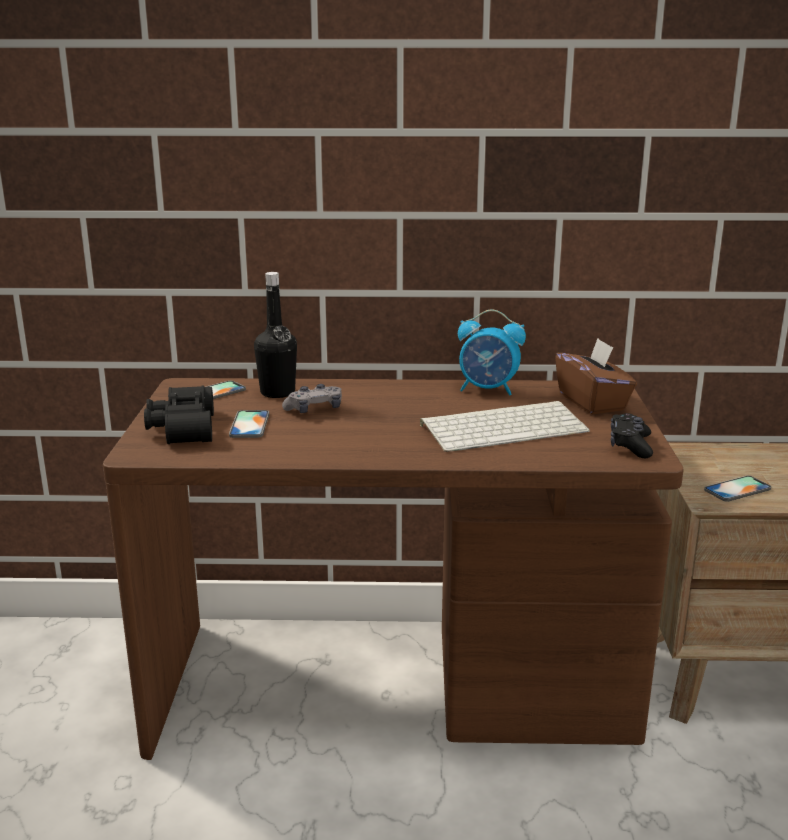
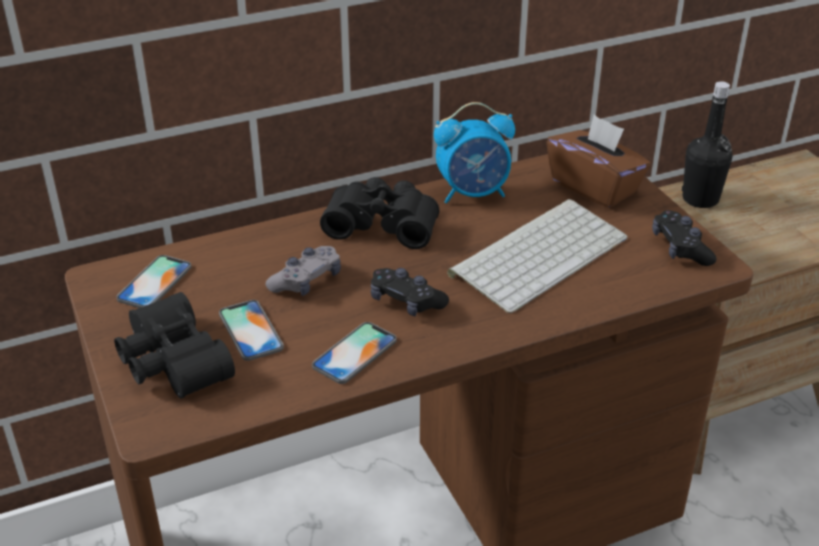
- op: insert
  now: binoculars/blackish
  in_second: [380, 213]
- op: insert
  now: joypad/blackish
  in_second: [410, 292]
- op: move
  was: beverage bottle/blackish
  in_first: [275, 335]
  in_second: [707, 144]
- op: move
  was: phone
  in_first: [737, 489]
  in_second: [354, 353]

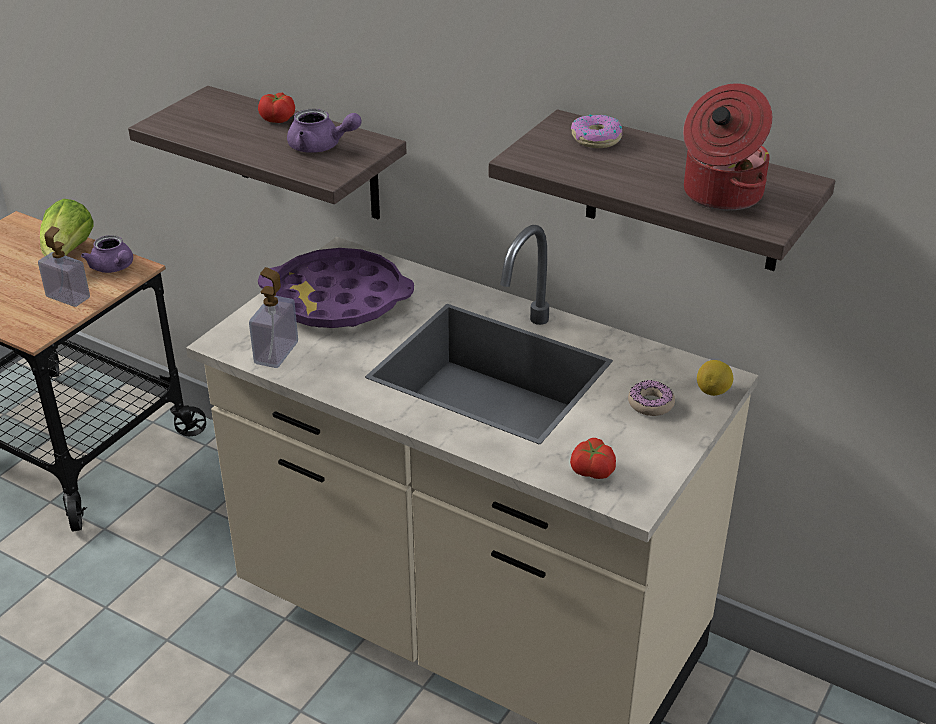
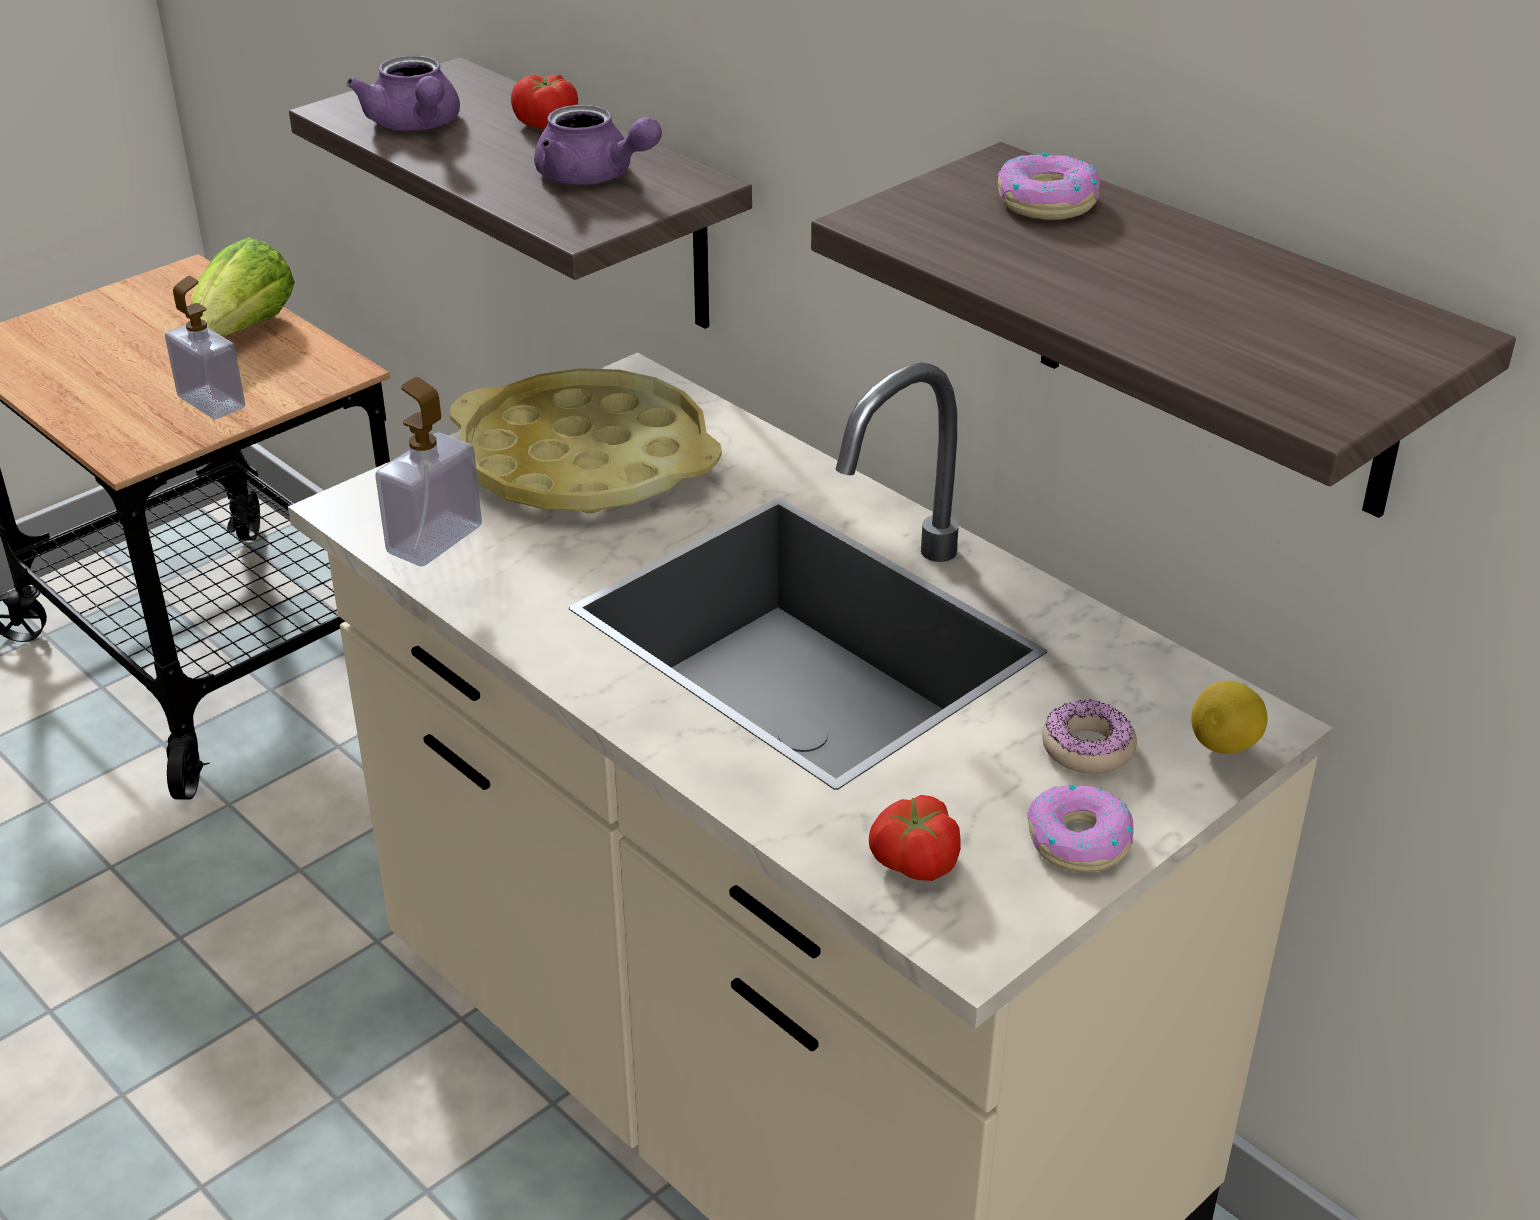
- op: delete
  was: stockpot
  in_first: [727, 147]
- op: insert
  now: ring doughnut
  in_second: [1080, 829]
- op: move
  was: pot for tea/purple-coloured
  in_first: [107, 254]
  in_second: [403, 93]
- op: recolor
  was: carrying tray/purple-coloured
  now: carrying tray/yellow
  in_first: [336, 288]
  in_second: [586, 440]

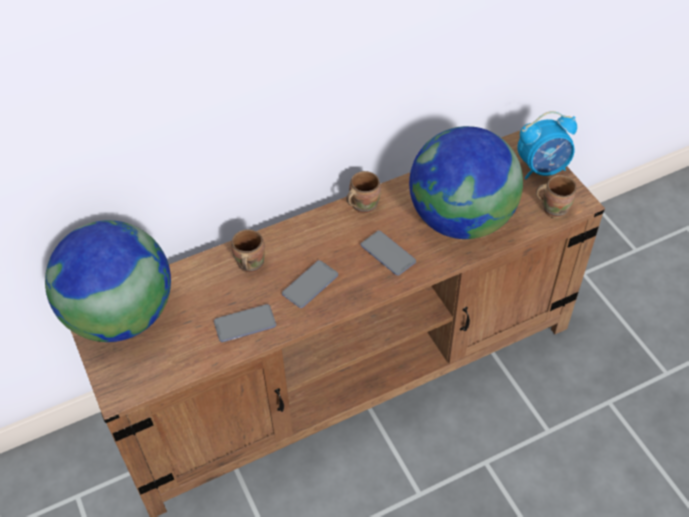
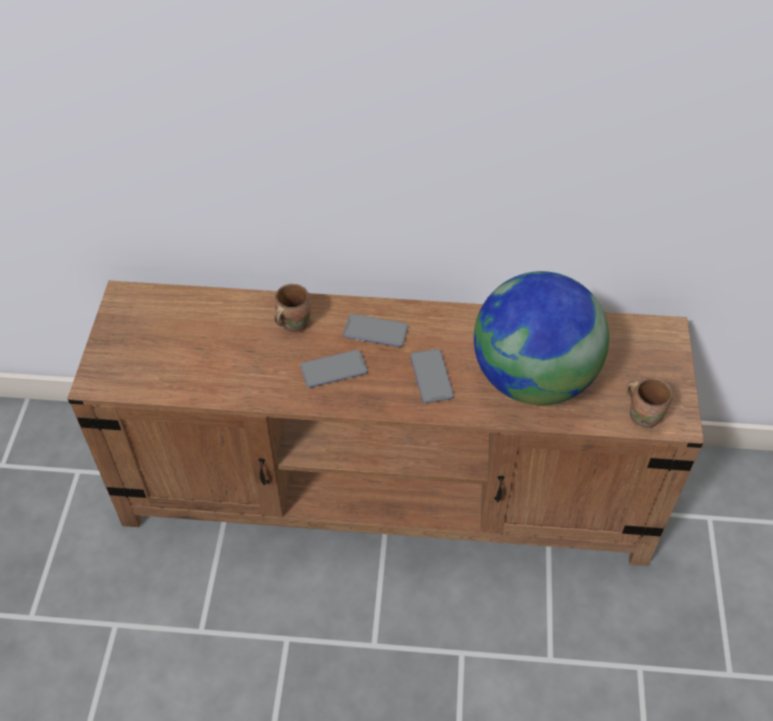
- op: delete
  was: globe
  in_first: [108, 281]
- op: delete
  was: coffee mug/brownish
  in_first: [363, 192]
- op: delete
  was: table clock
  in_first: [547, 145]
- op: move
  was: phone
  in_first: [245, 323]
  in_second: [375, 330]

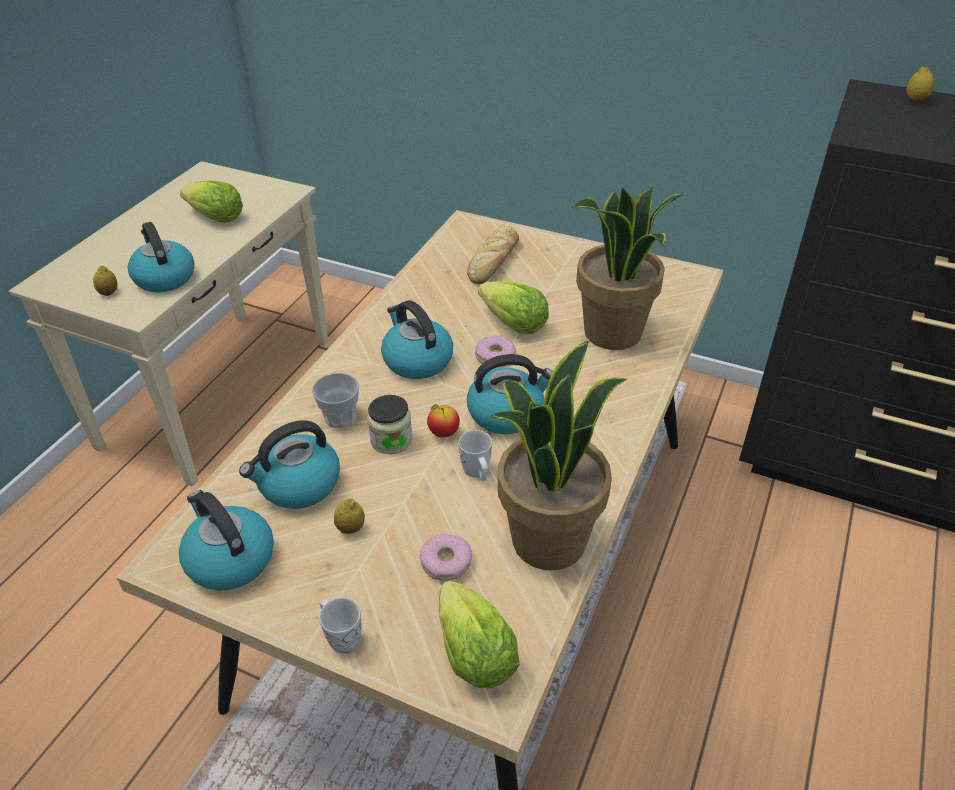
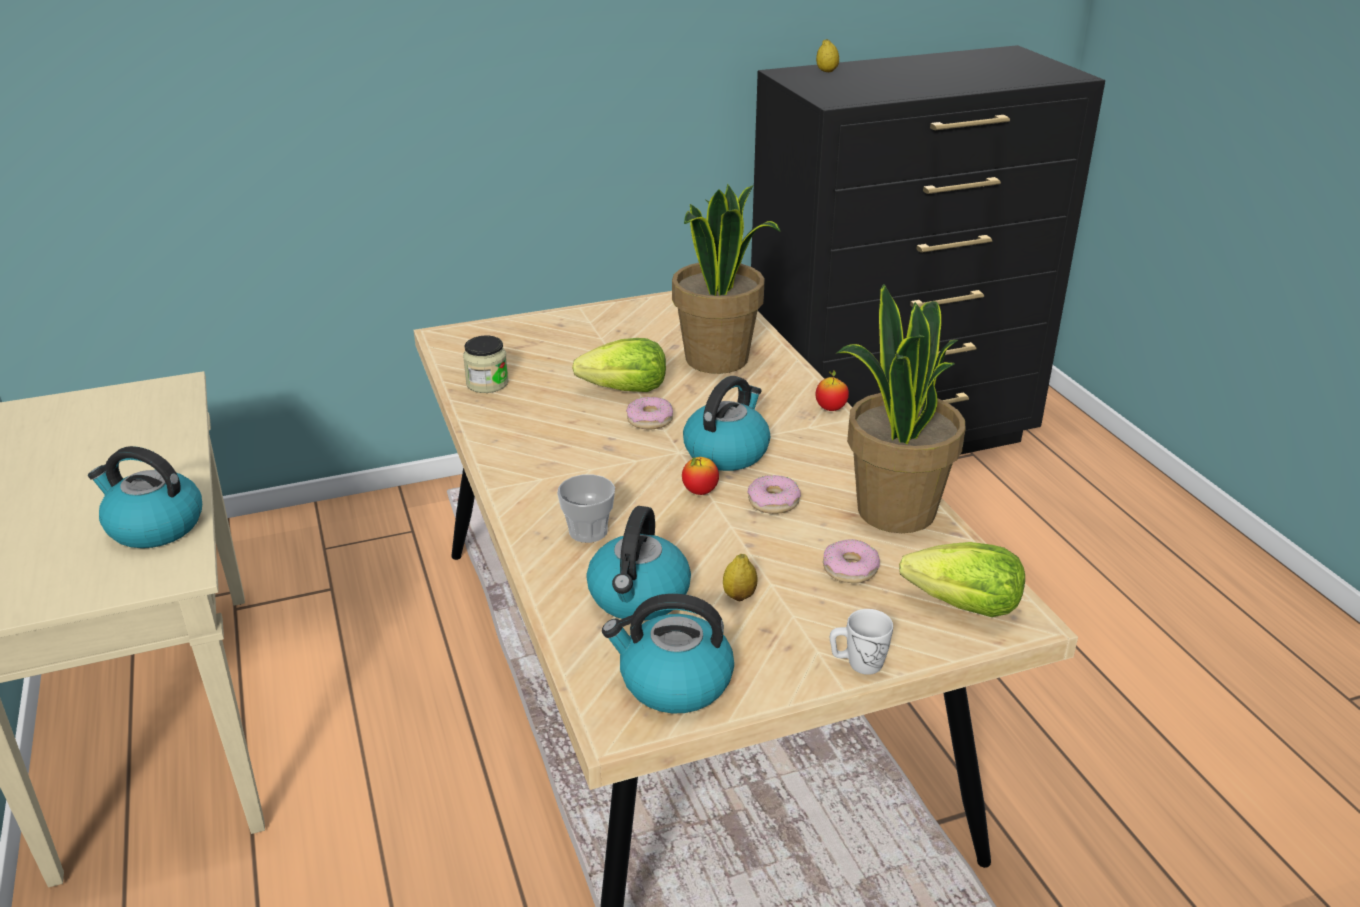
- op: delete
  was: citrus fruit
  in_first: [105, 281]
- op: delete
  was: head of lettuce
  in_first: [211, 201]
- op: delete
  was: water kettle
  in_first: [417, 339]
- op: delete
  was: bakery bread
  in_first: [493, 255]
- op: insert
  now: apple fruit
  in_second: [832, 390]
- op: move
  was: storage jar
  in_first: [390, 424]
  in_second: [486, 364]
- op: replace
  was: coffee mug/white
  now: ring doughnut
  in_first: [475, 455]
  in_second: [774, 494]

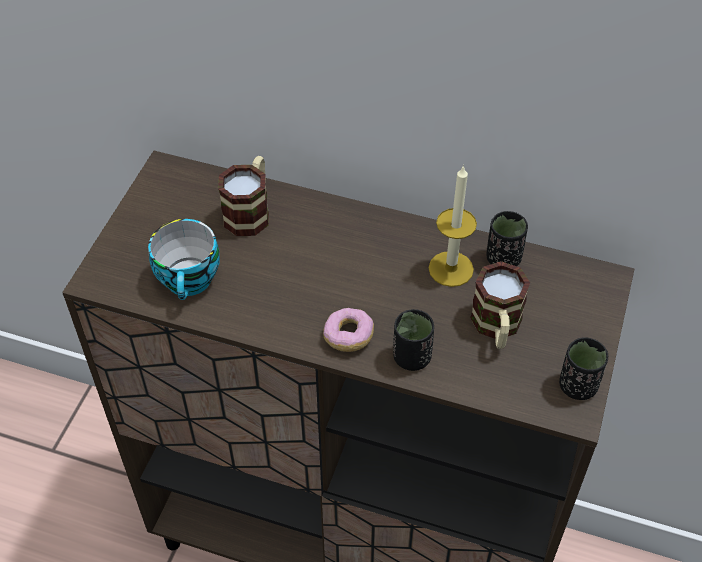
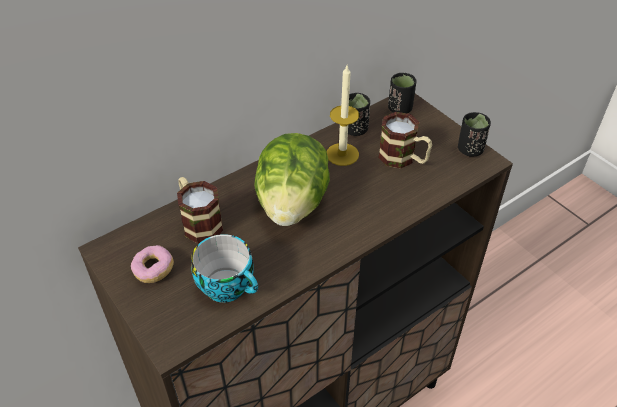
- op: insert
  now: head of lettuce
  in_second: [292, 179]
- op: move
  was: ring doughnut
  in_first: [348, 330]
  in_second: [152, 264]
- op: move
  was: small cup/blackish
  in_first: [413, 340]
  in_second: [402, 93]

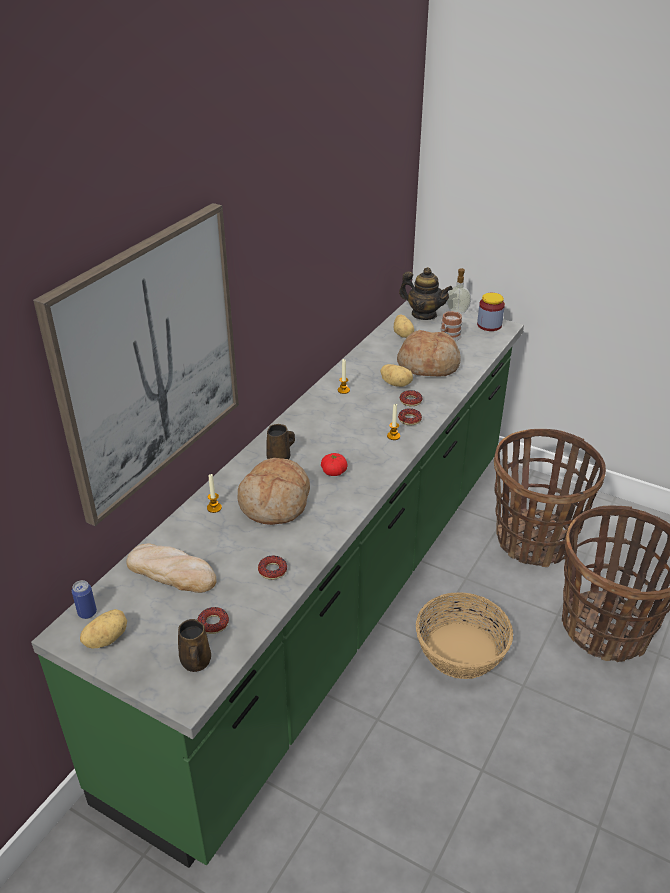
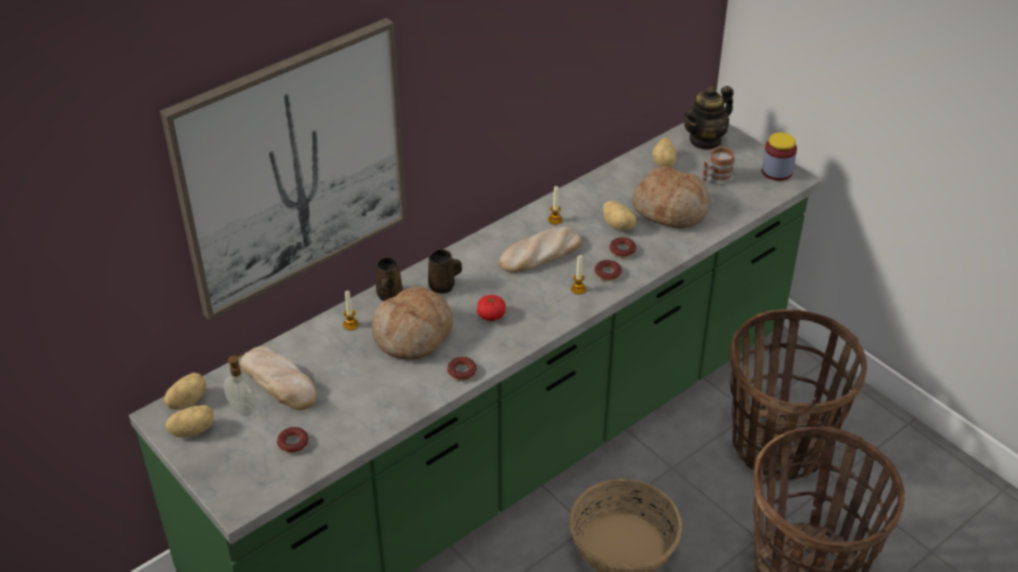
- op: insert
  now: bakery bread
  in_second: [540, 250]
- op: move
  was: coffee mug/brownish
  in_first: [194, 645]
  in_second: [389, 279]
- op: move
  was: ring doughnut
  in_first: [272, 568]
  in_second: [462, 369]
- op: move
  was: soap bottle
  in_first: [459, 290]
  in_second: [240, 384]
- op: replace
  was: metal can
  now: spud
  in_first: [84, 599]
  in_second: [185, 391]
- op: rotate
  was: pot for tea
  in_first: [426, 293]
  in_second: [709, 118]
  clockwise: 90

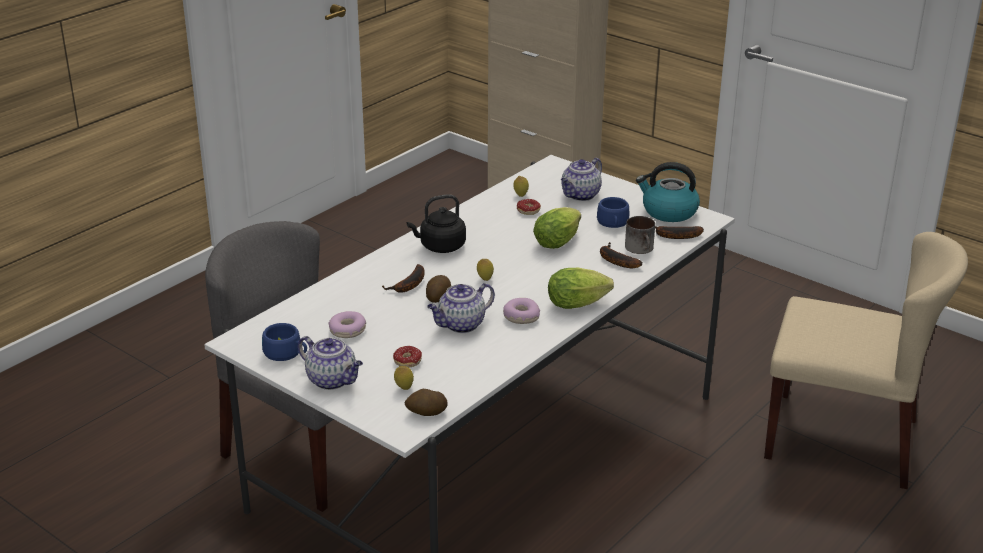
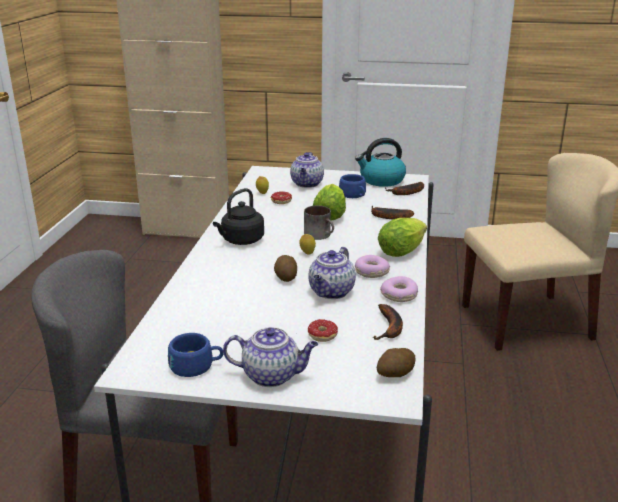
- op: delete
  was: citrus fruit
  in_first: [404, 378]
- op: move
  was: ring doughnut
  in_first: [347, 324]
  in_second: [399, 289]
- op: move
  was: banana fruit
  in_first: [403, 278]
  in_second: [388, 322]
- op: move
  was: coffee mug
  in_first: [640, 235]
  in_second: [319, 223]

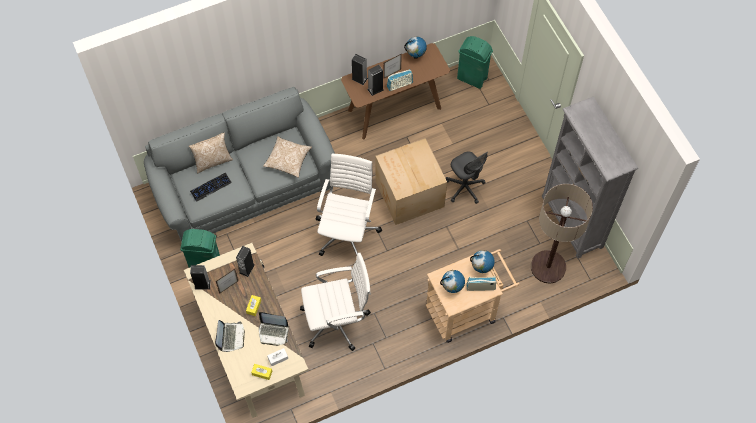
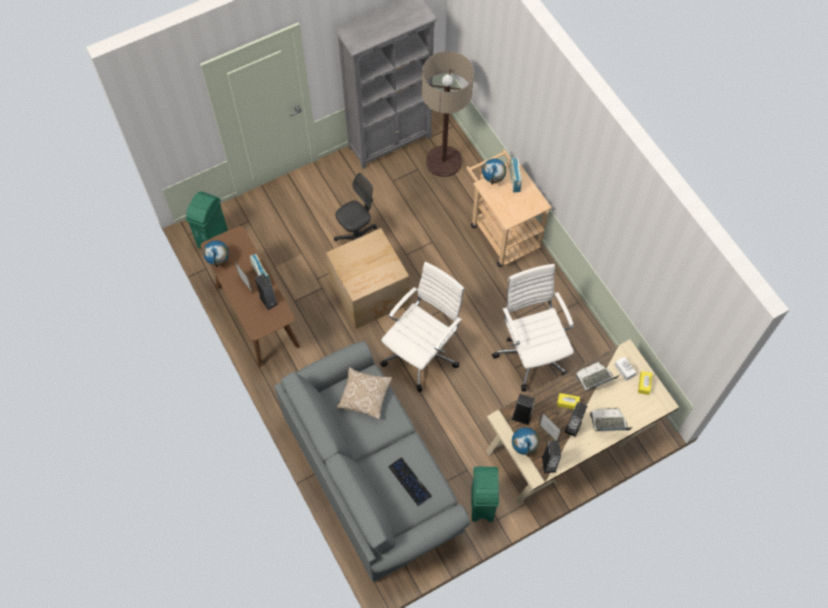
- op: delete
  was: pillow
  in_first: [211, 152]
- op: move
  was: speaker
  in_first: [359, 69]
  in_second: [576, 419]
- op: move
  was: globe
  in_first: [452, 281]
  in_second: [525, 442]
- op: rotate
  was: portable computer
  in_first: [274, 329]
  in_second: [598, 376]
  clockwise: -120
- op: rotate
  was: desk chair/white
  in_first: [349, 205]
  in_second: [422, 327]
  clockwise: 120

